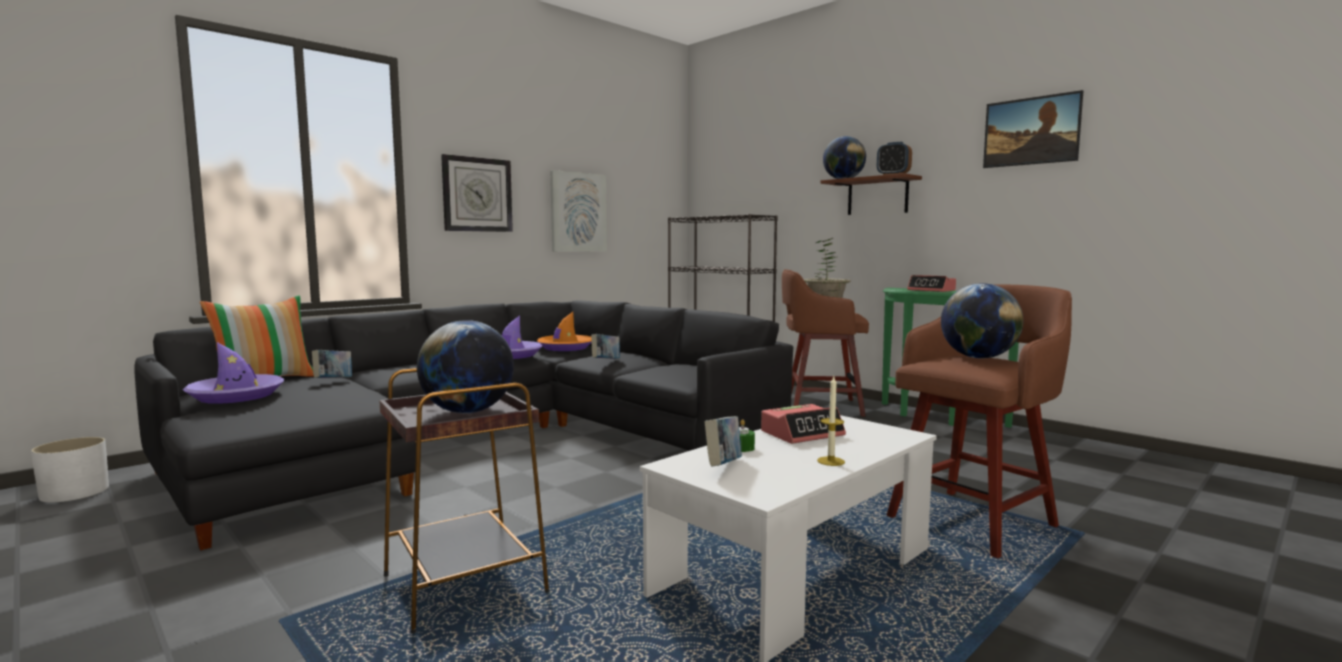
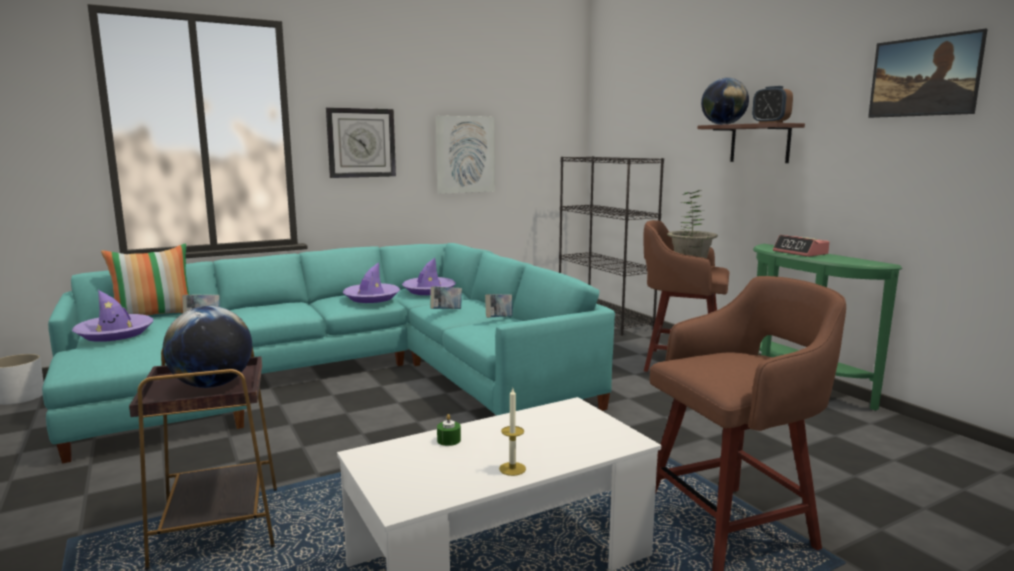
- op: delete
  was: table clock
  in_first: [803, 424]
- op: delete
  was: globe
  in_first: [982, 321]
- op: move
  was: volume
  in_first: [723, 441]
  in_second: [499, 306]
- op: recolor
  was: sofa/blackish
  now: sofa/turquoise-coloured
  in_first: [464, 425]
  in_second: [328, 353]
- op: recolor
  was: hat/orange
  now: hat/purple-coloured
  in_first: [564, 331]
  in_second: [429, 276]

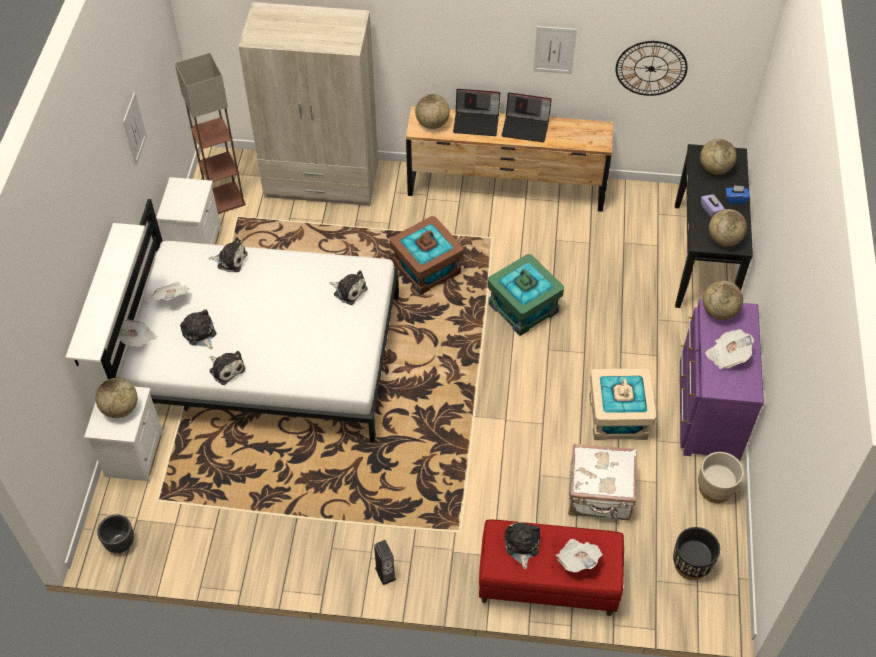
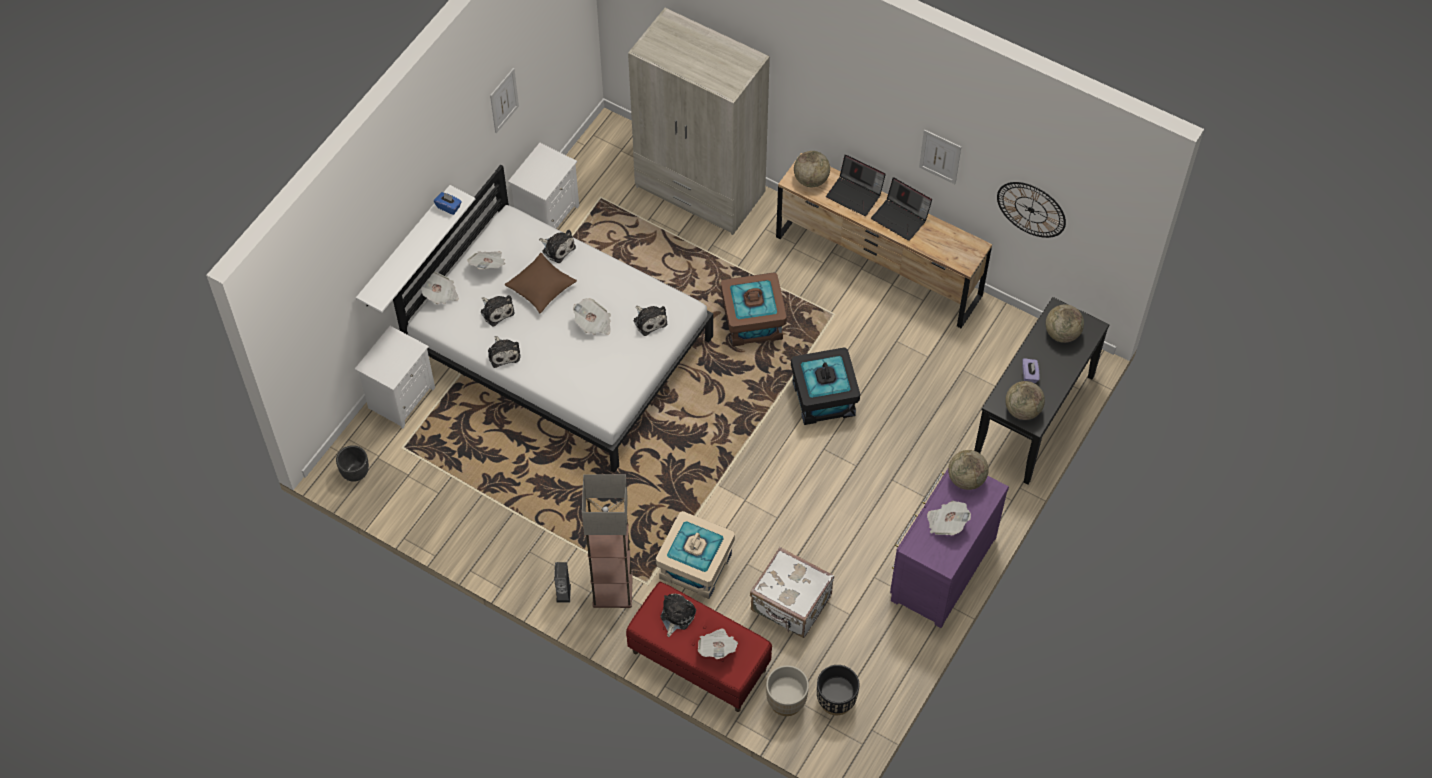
- op: delete
  was: globe
  in_first: [116, 398]
- op: insert
  now: pillow/brownish
  in_second: [541, 283]
- op: insert
  now: newspaper
  in_second: [592, 316]
- op: move
  was: floor lamp
  in_first: [210, 133]
  in_second: [607, 541]
- op: move
  was: storage bin/beige
  in_first: [623, 404]
  in_second: [695, 555]
- op: move
  was: flower pot/beige
  in_first: [721, 477]
  in_second: [787, 690]
- op: move
  was: tissue box/blue-coloured
  in_first: [738, 194]
  in_second: [448, 203]
- op: recolor
  was: storage bin/green
  now: storage bin/blackish
  in_first: [525, 295]
  in_second: [825, 386]
- op: rotate
  was: cuddly toy
  in_first: [198, 329]
  in_second: [498, 311]
  clockwise: 150

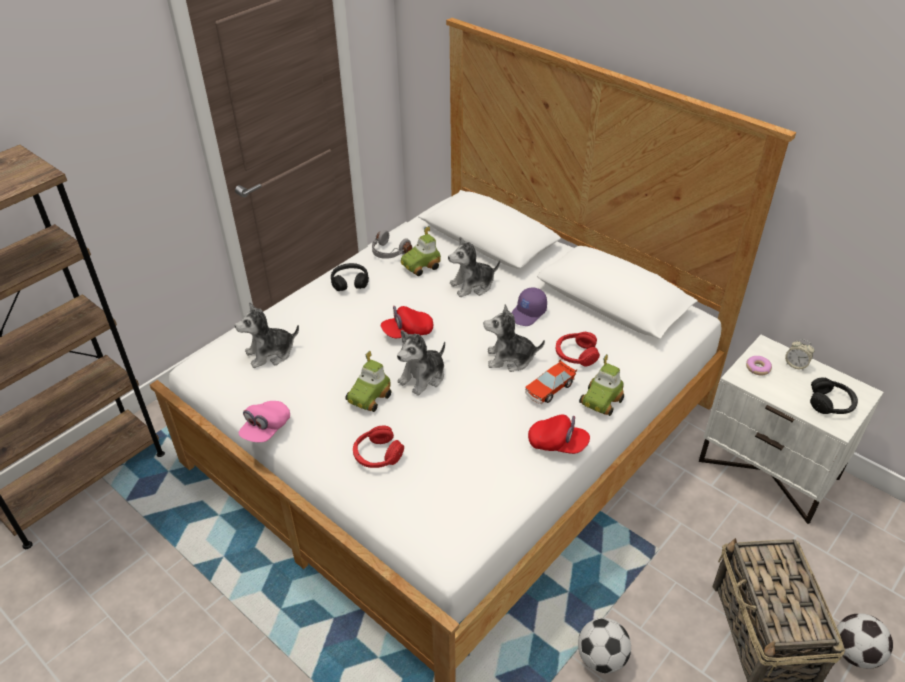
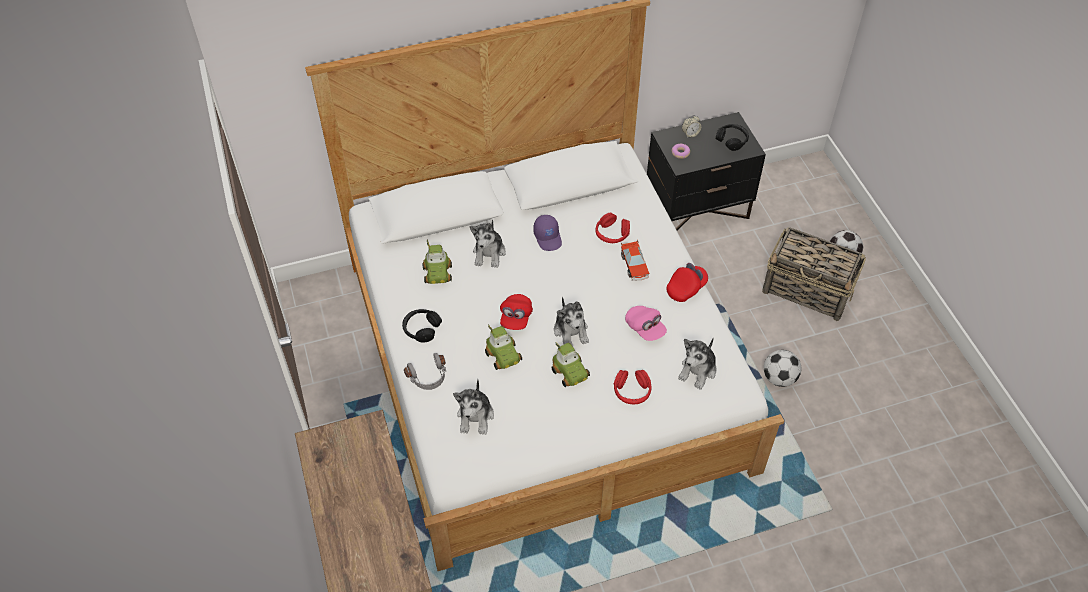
- op: move
  was: cap/pink-coloured
  in_first: [264, 421]
  in_second: [646, 323]
- op: move
  was: pair of headphones/gray
  in_first: [392, 244]
  in_second: [425, 371]
- op: move
  was: cuddly toy
  in_first: [514, 338]
  in_second: [697, 364]
- op: move
  was: toy car
  in_first: [601, 385]
  in_second: [503, 347]
- op: recolor
  was: nightstand/white
  now: nightstand/blackish
  in_first: [791, 429]
  in_second: [706, 171]

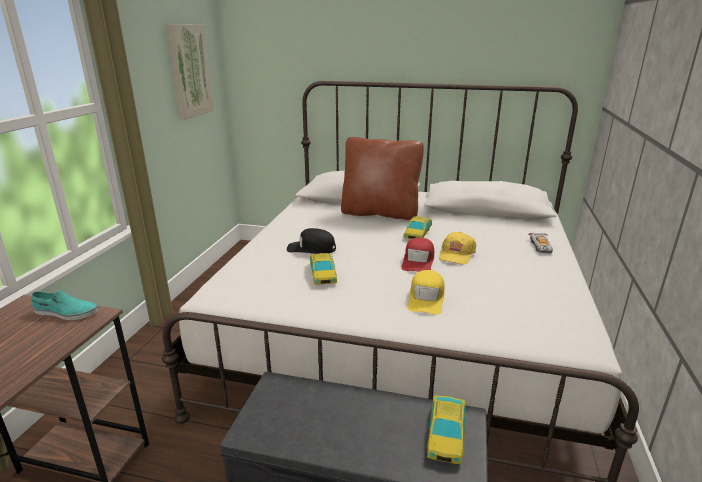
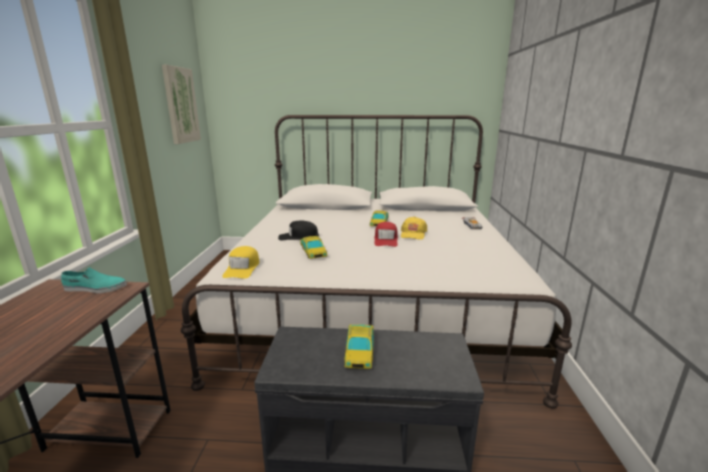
- op: delete
  was: pillow/brownish
  in_first: [382, 178]
- op: move
  was: cap/yellow
  in_first: [426, 292]
  in_second: [240, 262]
- op: move
  was: toy car
  in_first: [446, 429]
  in_second: [359, 346]

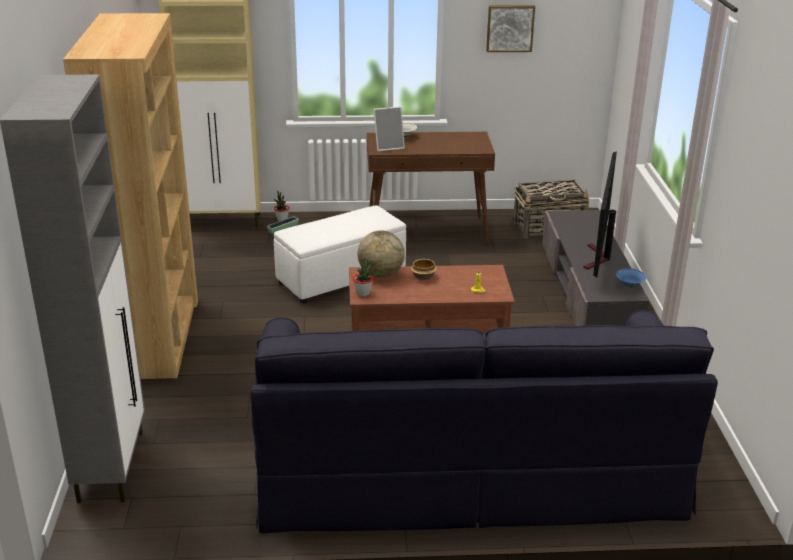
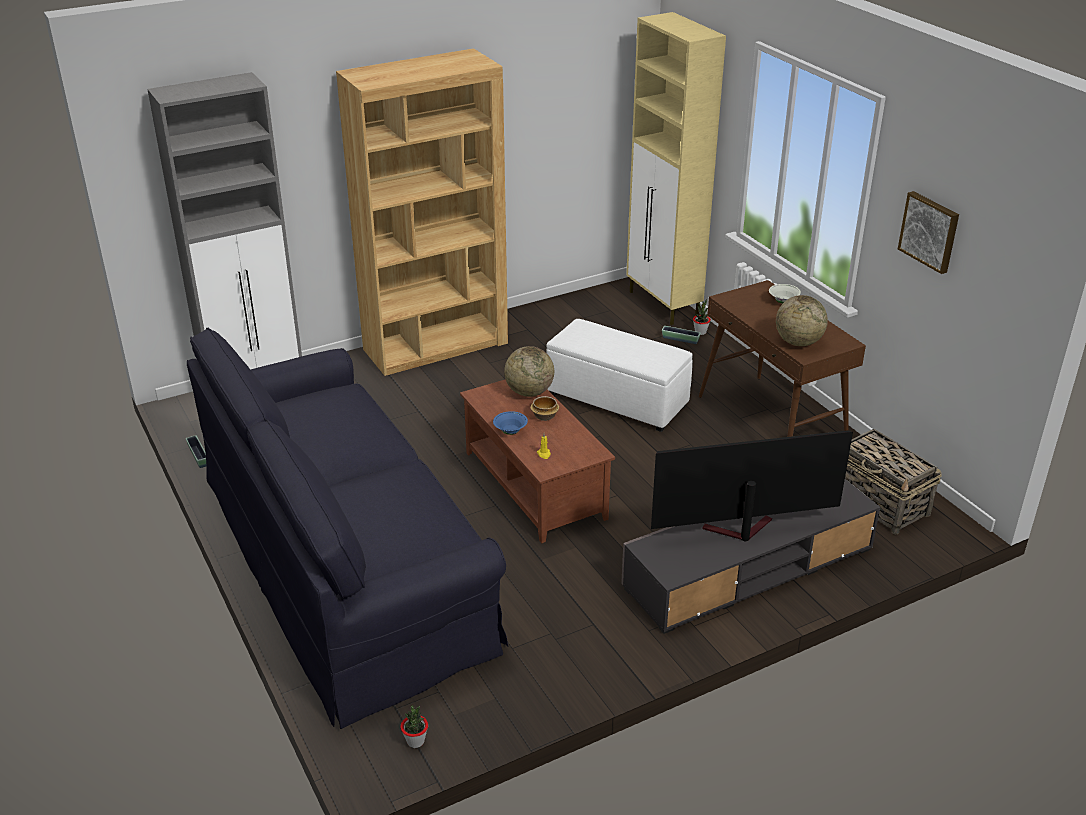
- op: delete
  was: picture frame
  in_first: [389, 129]
- op: insert
  now: flower pot
  in_second: [196, 451]
- op: insert
  now: globe
  in_second: [802, 320]
- op: move
  was: plant in a pot
  in_first: [363, 277]
  in_second: [414, 726]
- op: move
  was: serving bowl/blue-coloured
  in_first: [631, 277]
  in_second: [510, 423]

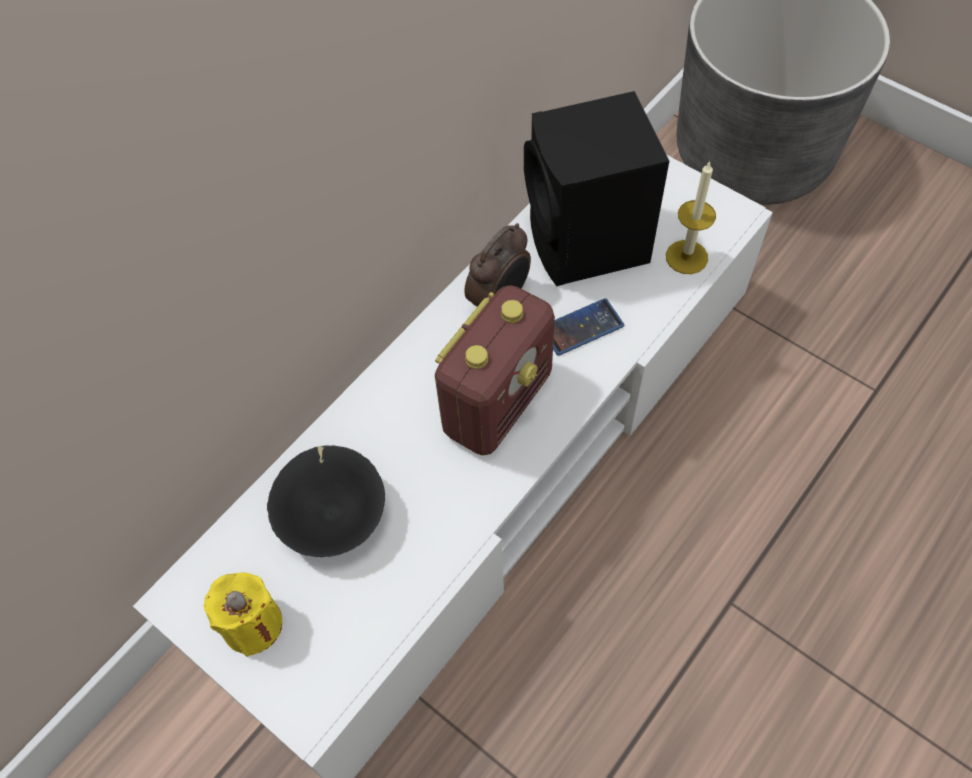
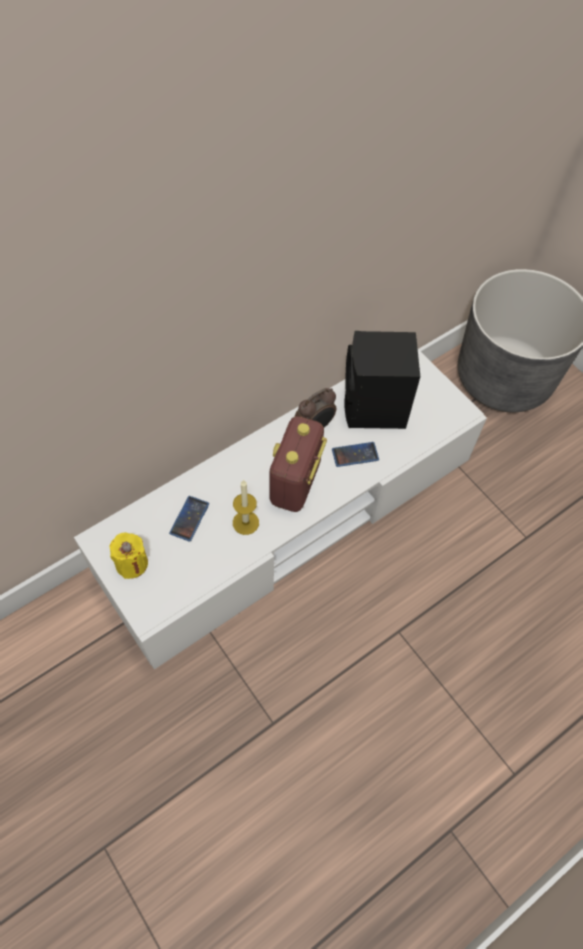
- op: move
  was: wax light
  in_first: [691, 217]
  in_second: [246, 507]
- op: replace
  was: serving bowl/blackish
  now: phone
  in_first: [326, 501]
  in_second: [189, 519]
- op: rotate
  was: radio receiver
  in_first: [495, 370]
  in_second: [298, 464]
  clockwise: 150

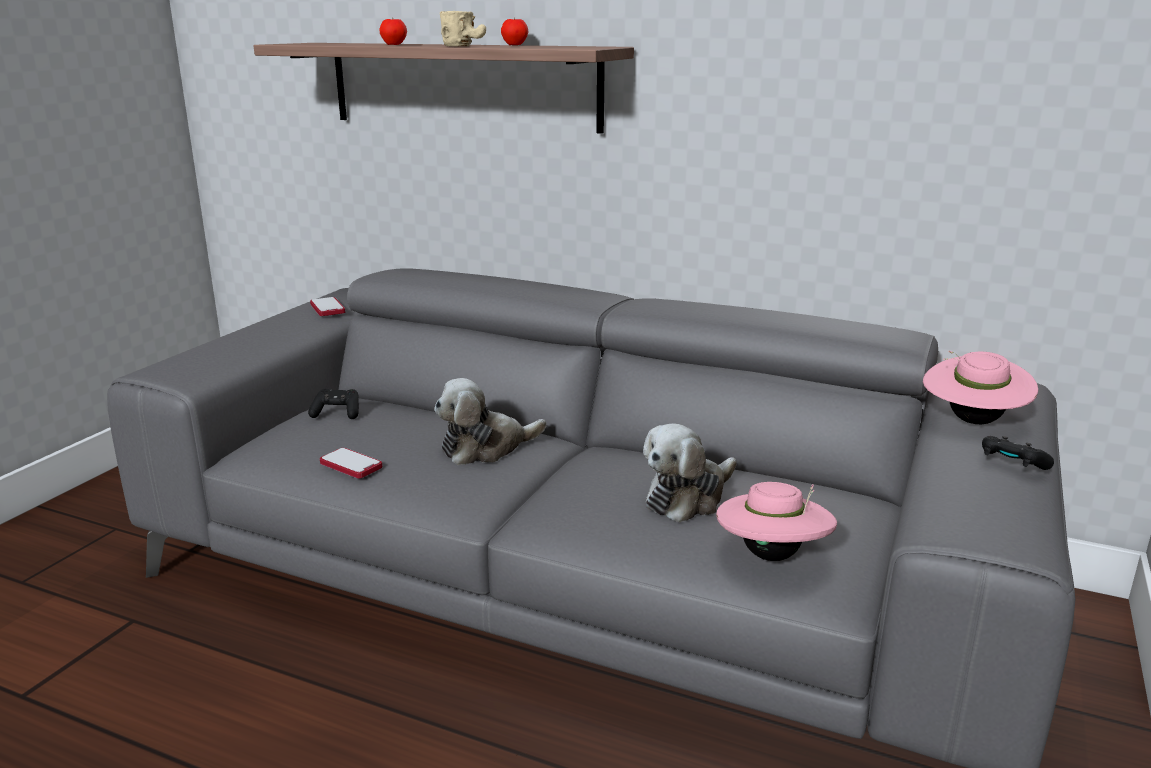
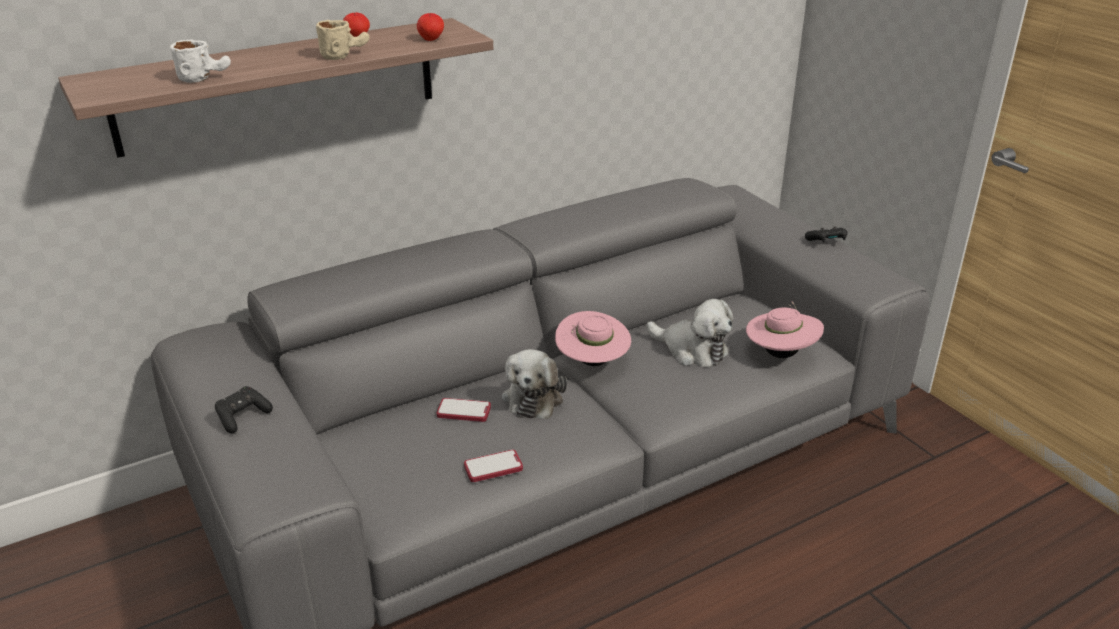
- op: insert
  now: coffee mug/white
  in_second: [200, 61]
- op: move
  was: joypad/blackish
  in_first: [333, 404]
  in_second: [244, 409]
- op: move
  was: phone
  in_first: [327, 306]
  in_second: [464, 410]
- op: move
  was: apple fruit
  in_first: [393, 32]
  in_second: [430, 27]
- op: move
  was: hat/pink-coloured
  in_first: [980, 387]
  in_second: [593, 338]
- op: rotate
  was: cuddly toy
  in_first: [690, 472]
  in_second: [690, 333]
  clockwise: -45

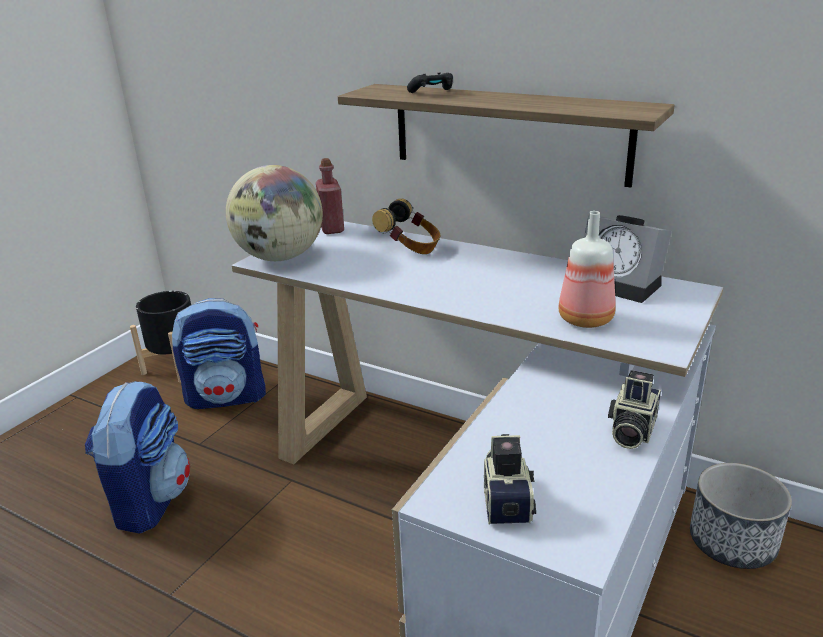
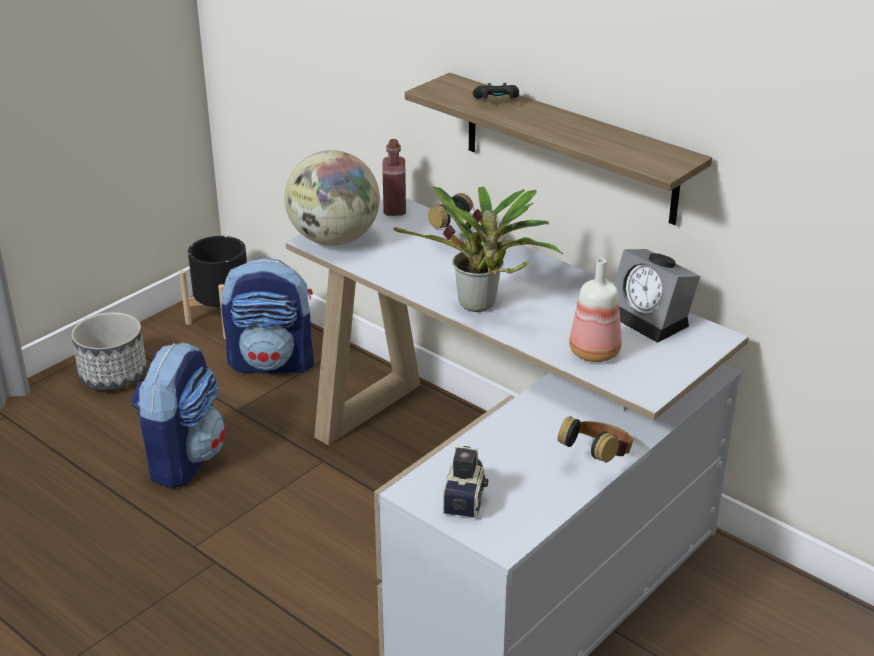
- op: insert
  now: plant in a pot
  in_second: [478, 249]
- op: move
  was: flower pot
  in_first: [741, 516]
  in_second: [109, 351]
- op: replace
  was: still camera
  now: pair of headphones
  in_first: [634, 409]
  in_second: [595, 439]

